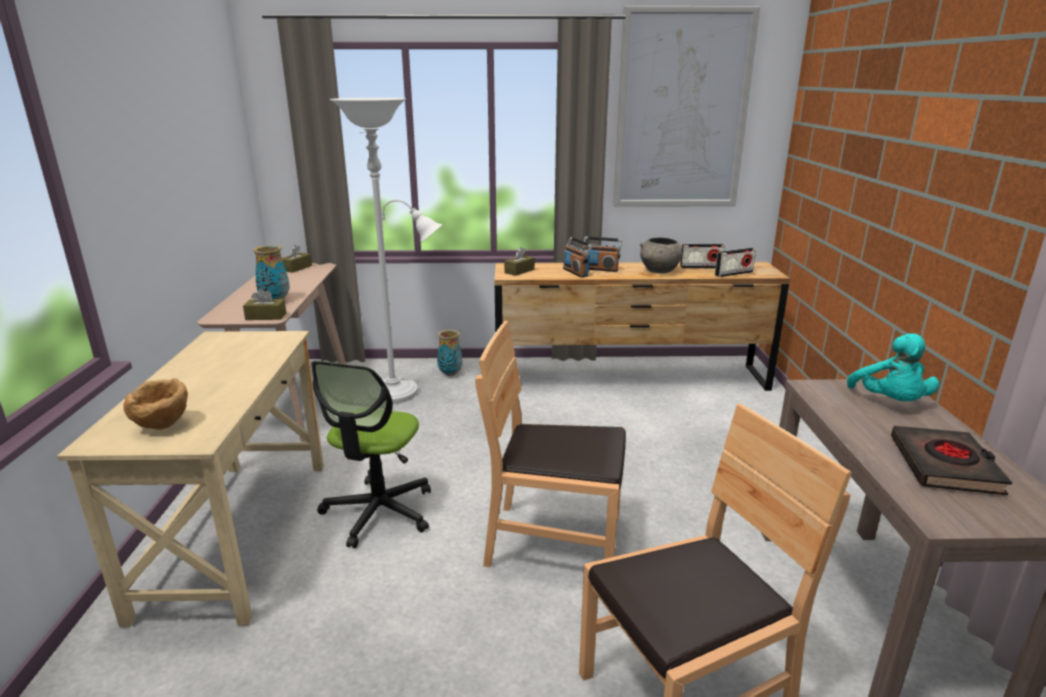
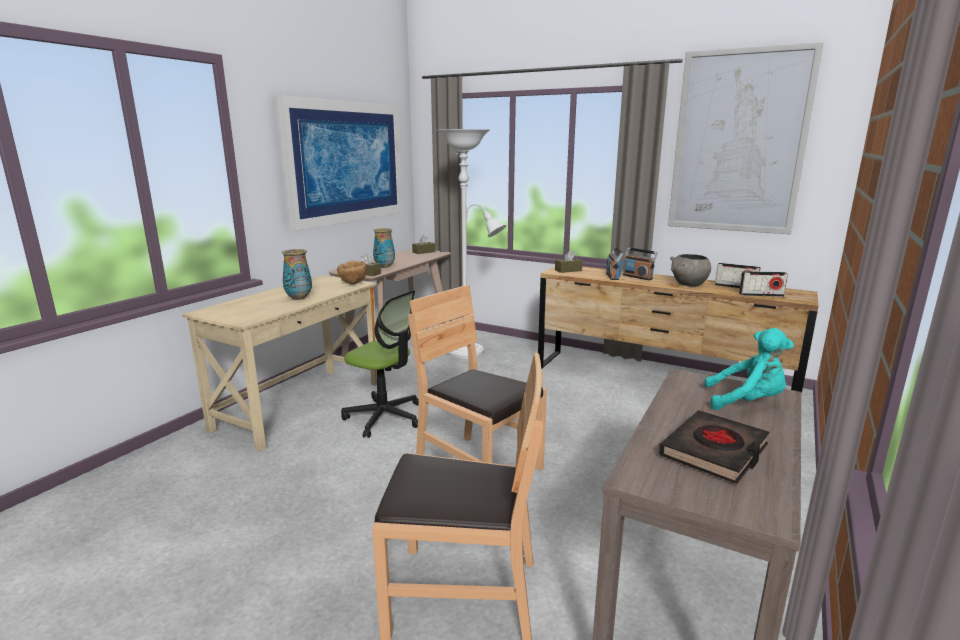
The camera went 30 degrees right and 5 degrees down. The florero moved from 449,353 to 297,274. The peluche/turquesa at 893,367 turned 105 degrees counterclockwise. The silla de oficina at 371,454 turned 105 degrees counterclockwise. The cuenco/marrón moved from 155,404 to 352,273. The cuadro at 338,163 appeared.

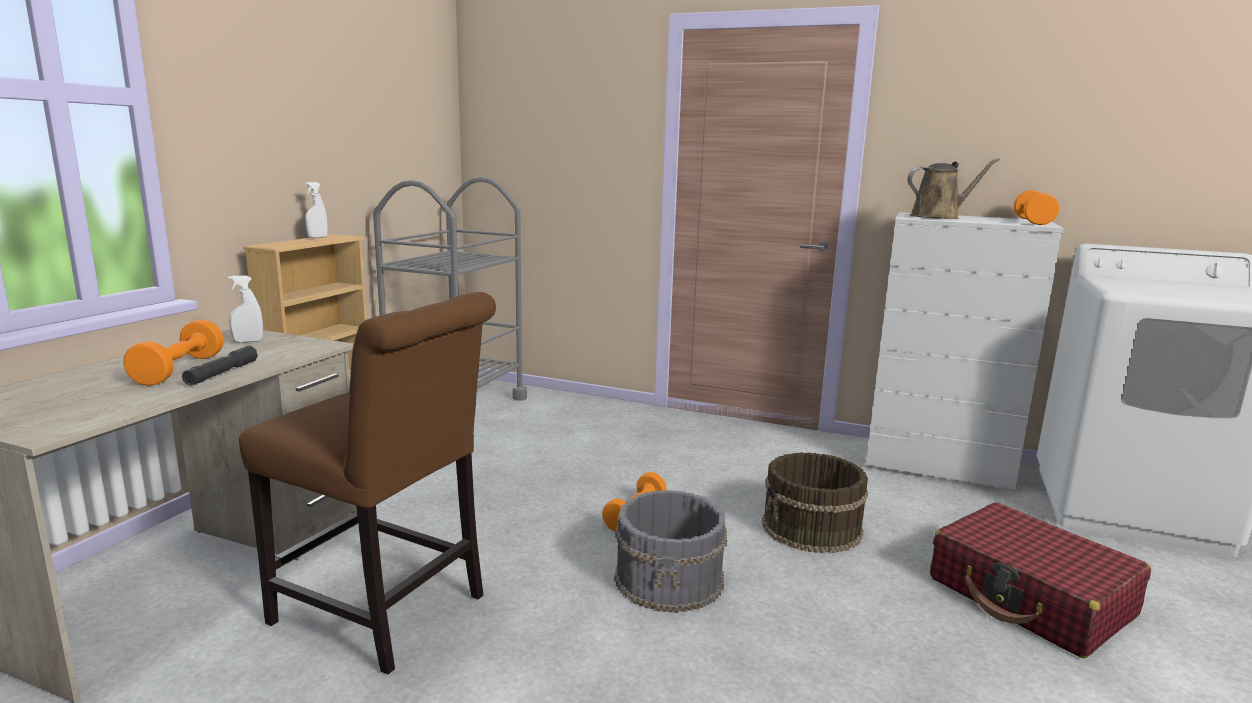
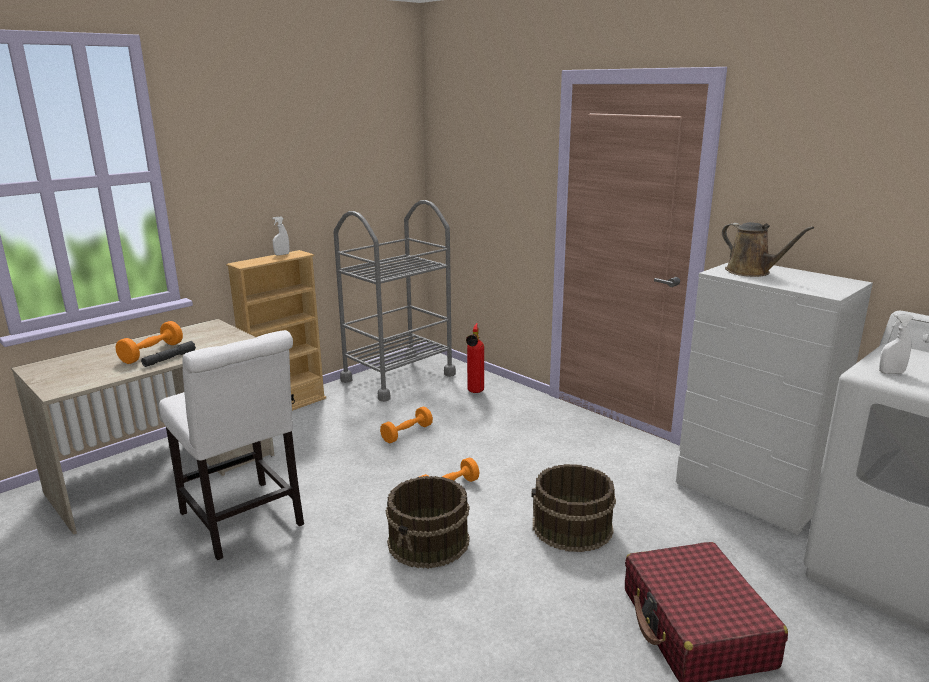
The camera went 25 degrees right and 5 degrees up. The regadera/marrón at 953,188 turned 45 degrees clockwise. The mancuerna/naranja moved from 1037,207 to 406,425. The pulverizador/blanco moved from 245,309 to 896,344. The silla/marrón at 367,483 became the silla/blanco at 231,445. The cubo/gris at 670,551 became the cubo/marrón at 428,522. The extintor at 475,358 appeared.

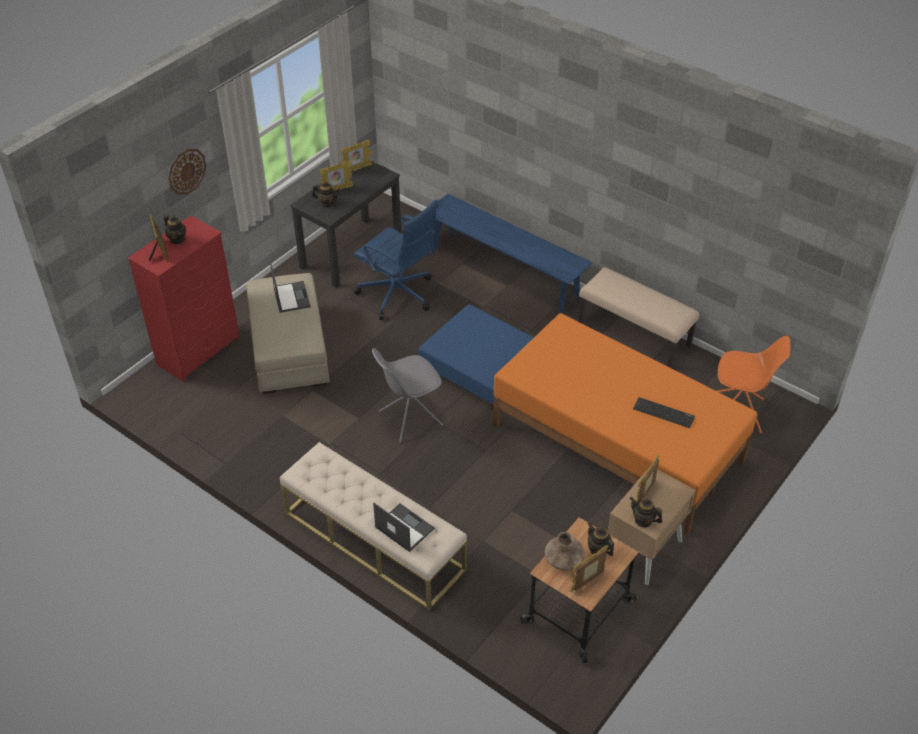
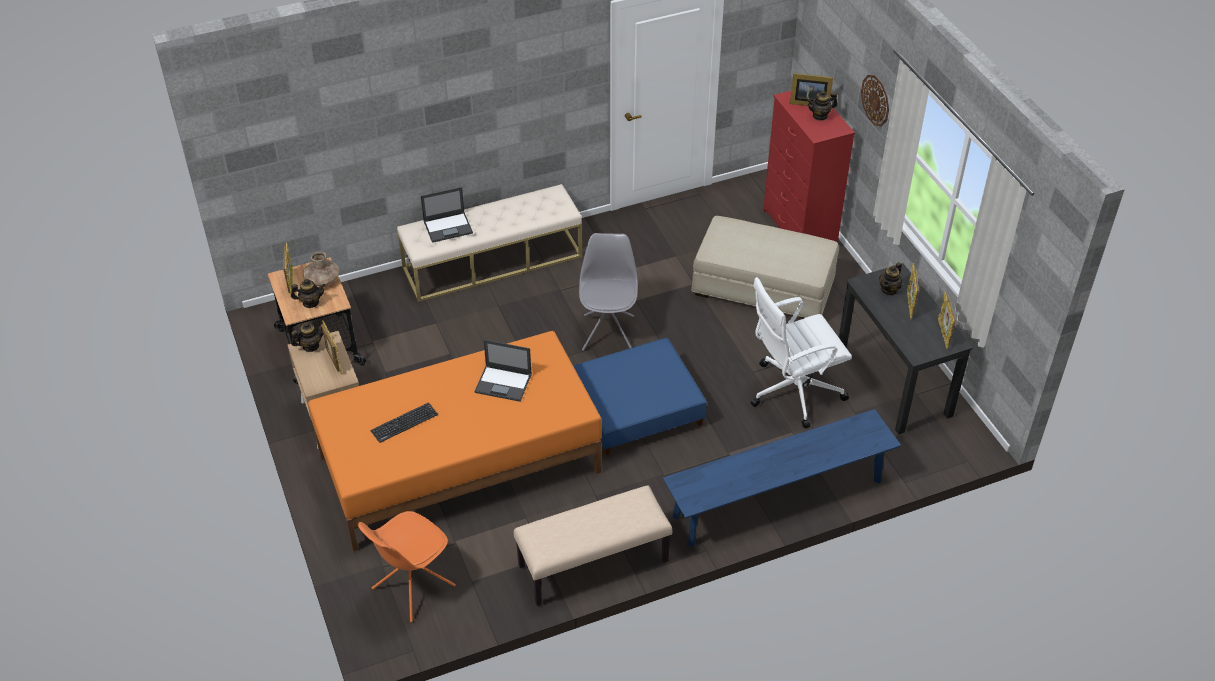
The camera went 120 degrees right and 0 degrees up. The silla de oficina/azul at 396,259 became the silla de oficina/blanco at 801,353. The portátil moved from 290,288 to 503,371.

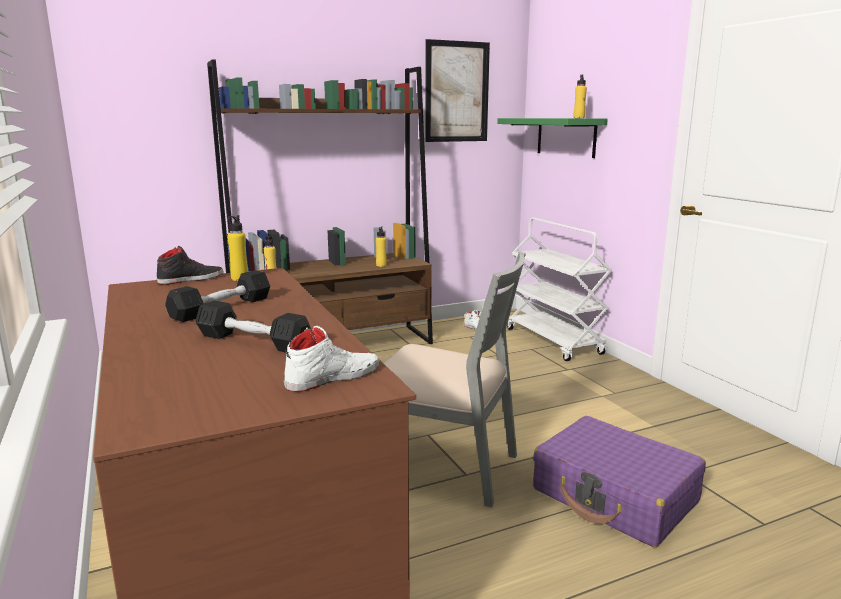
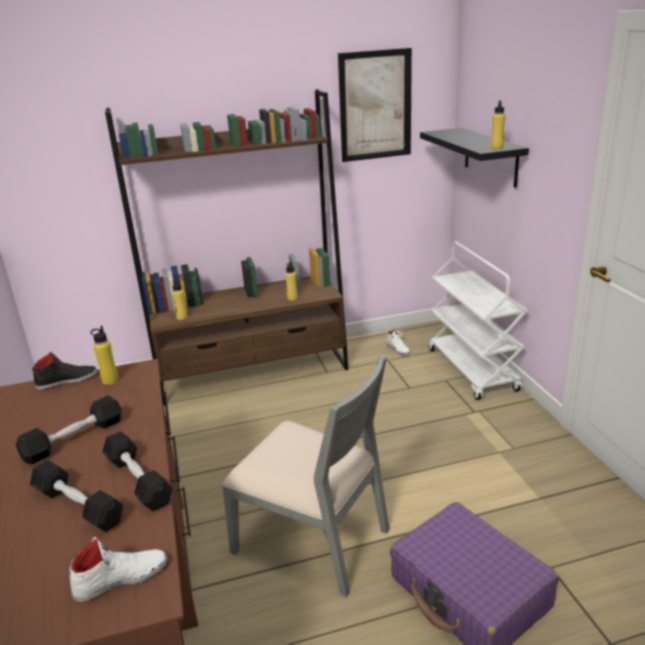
The camera went 10 degrees right and 10 degrees up. The estante/verde at 552,138 became the estante/negro at 474,158. The mancuerna/negro at 137,471 appeared.

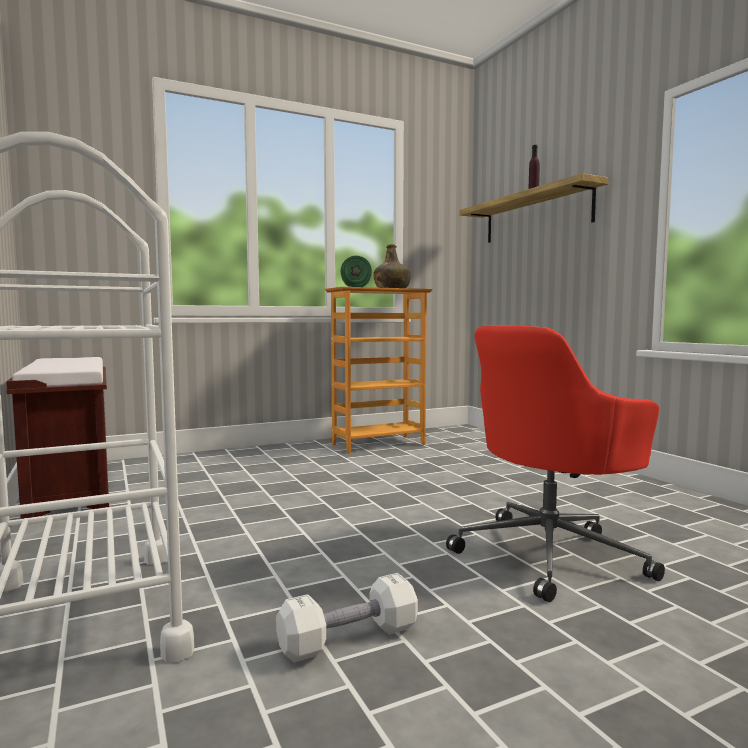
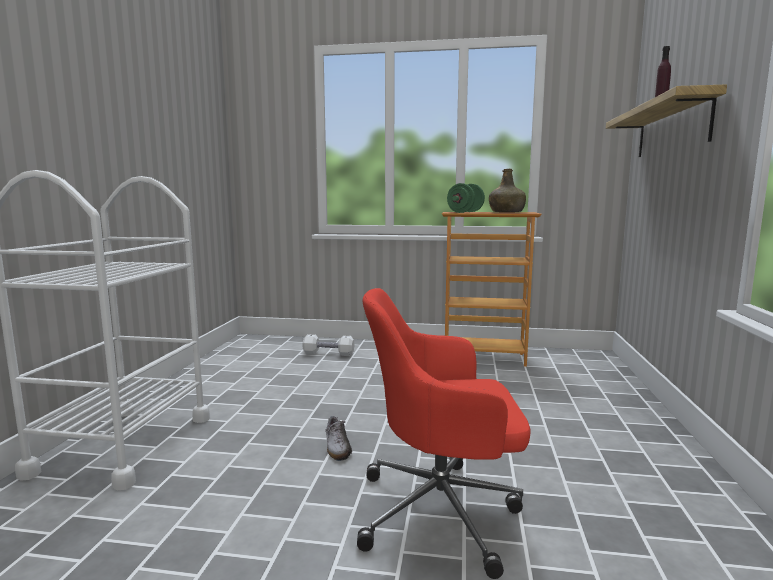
The camera went 35 degrees right and 5 degrees up. The banco/marrón at 57,438 disappeared. The mancuerna/blanco moved from 347,618 to 328,345. The zapato at 336,438 appeared.

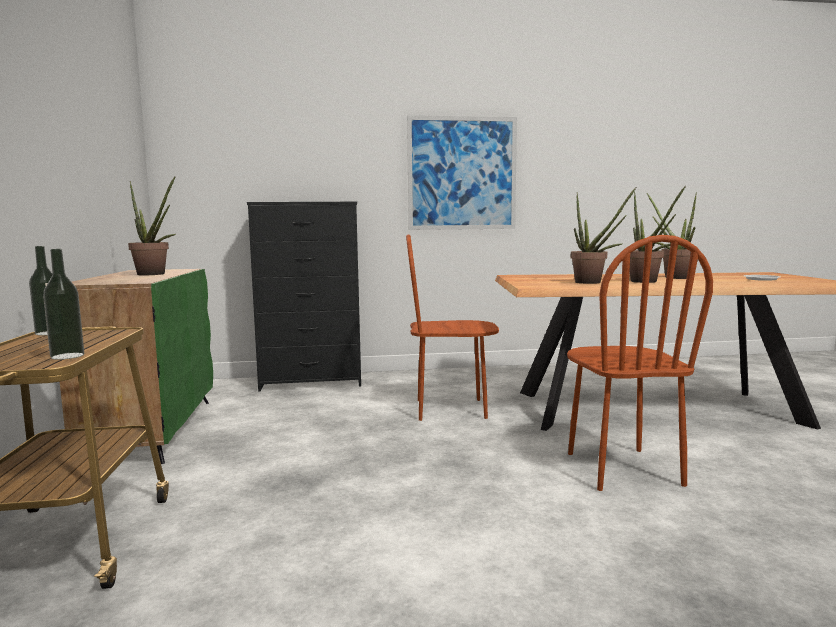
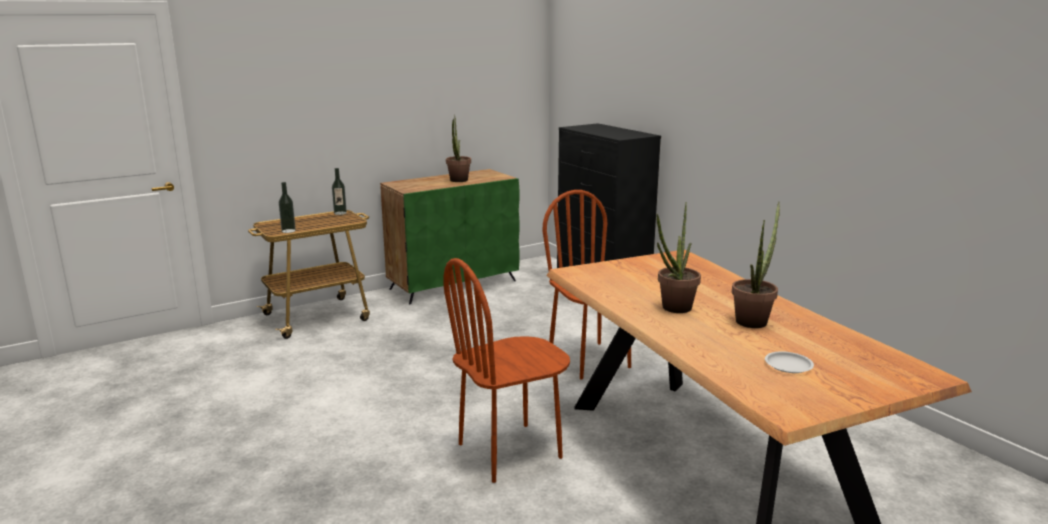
The camera went 65 degrees right and 10 degrees up. The cuadro at 462,172 disappeared. The planta en maceta at 603,235 disappeared.

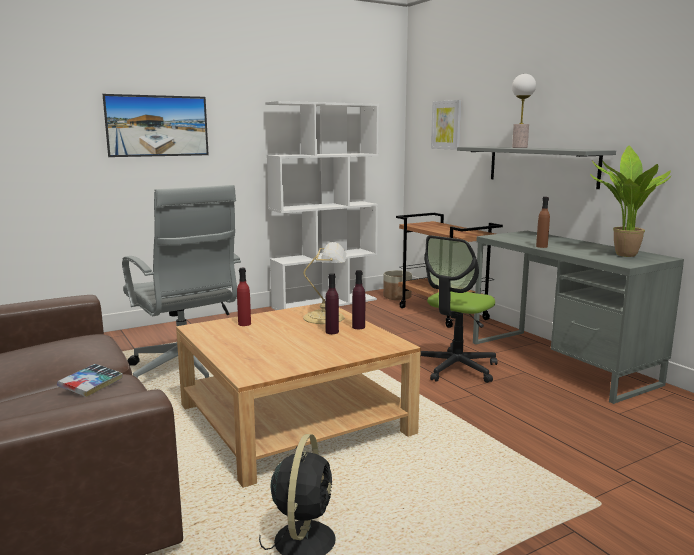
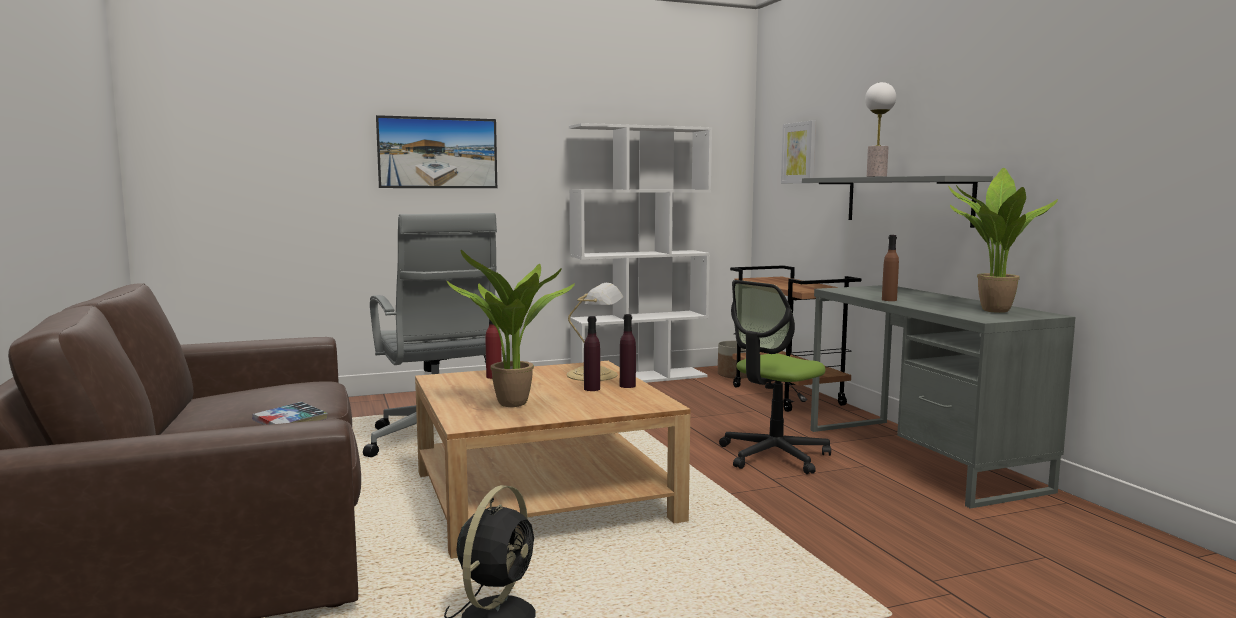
The camera went 10 degrees right and 5 degrees down. The planta en maceta at 511,328 appeared.

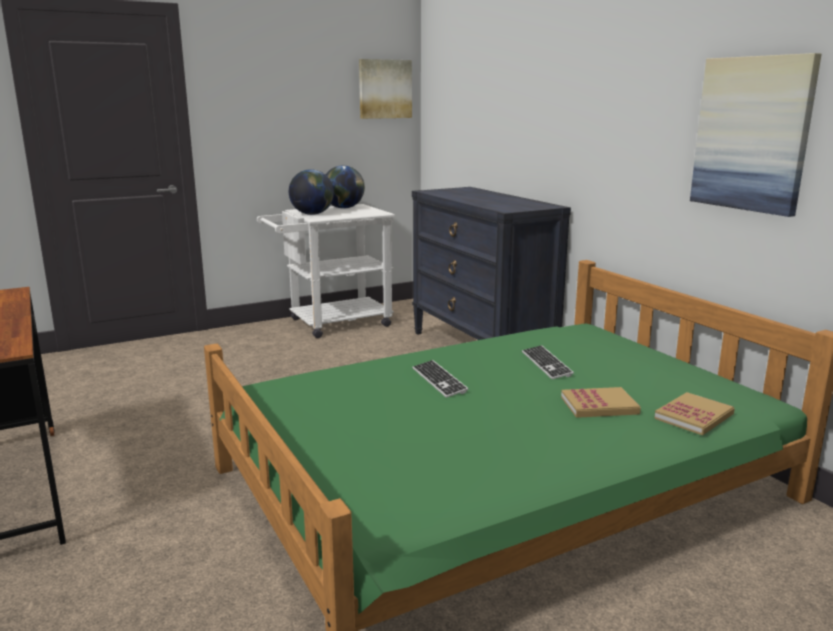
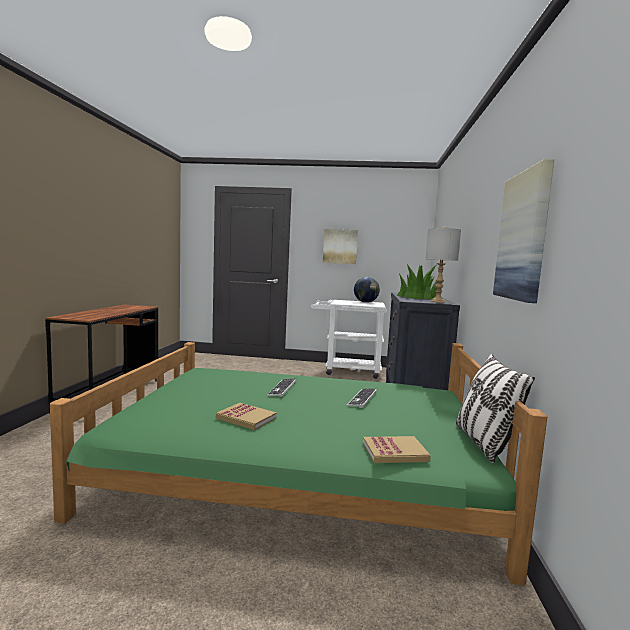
The camera went 35 degrees right and 10 degrees down. The cuadro moved from 385,89 to 340,246. The globo terráqueo at 311,192 disappeared. The libro moved from 601,402 to 246,416. The lámpara de mesa/gris at 443,265 appeared. The planta en maceta at 417,282 appeared. The cojín at 495,408 appeared.

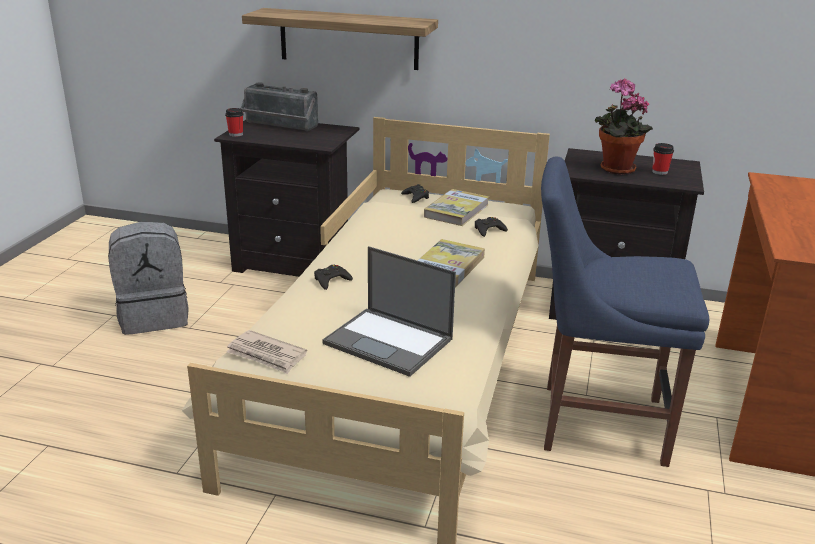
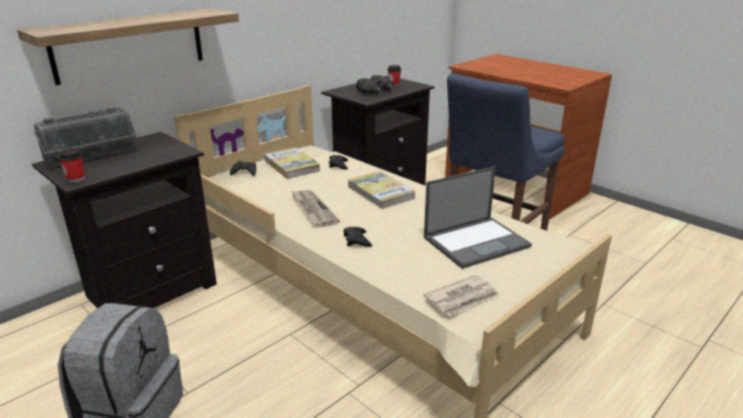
The camera went 60 degrees left and 0 degrees up. The planta en maceta at 624,126 was replaced by the prismáticos/negro at 375,84. The periódico at 315,208 appeared.

